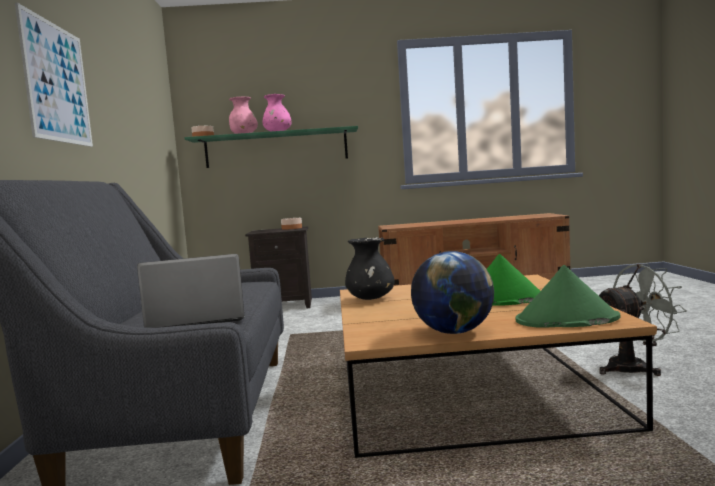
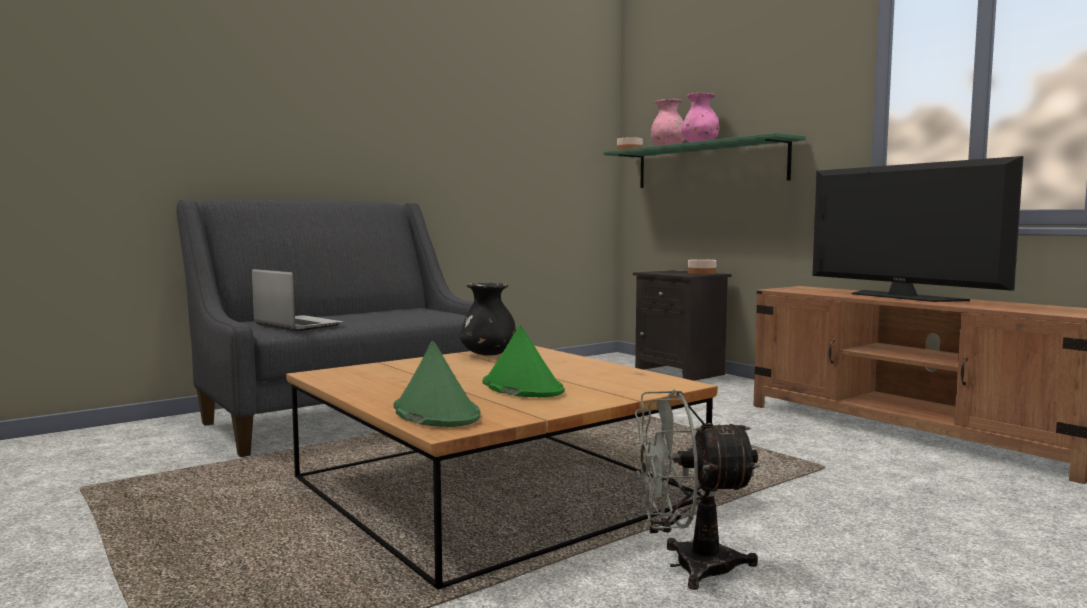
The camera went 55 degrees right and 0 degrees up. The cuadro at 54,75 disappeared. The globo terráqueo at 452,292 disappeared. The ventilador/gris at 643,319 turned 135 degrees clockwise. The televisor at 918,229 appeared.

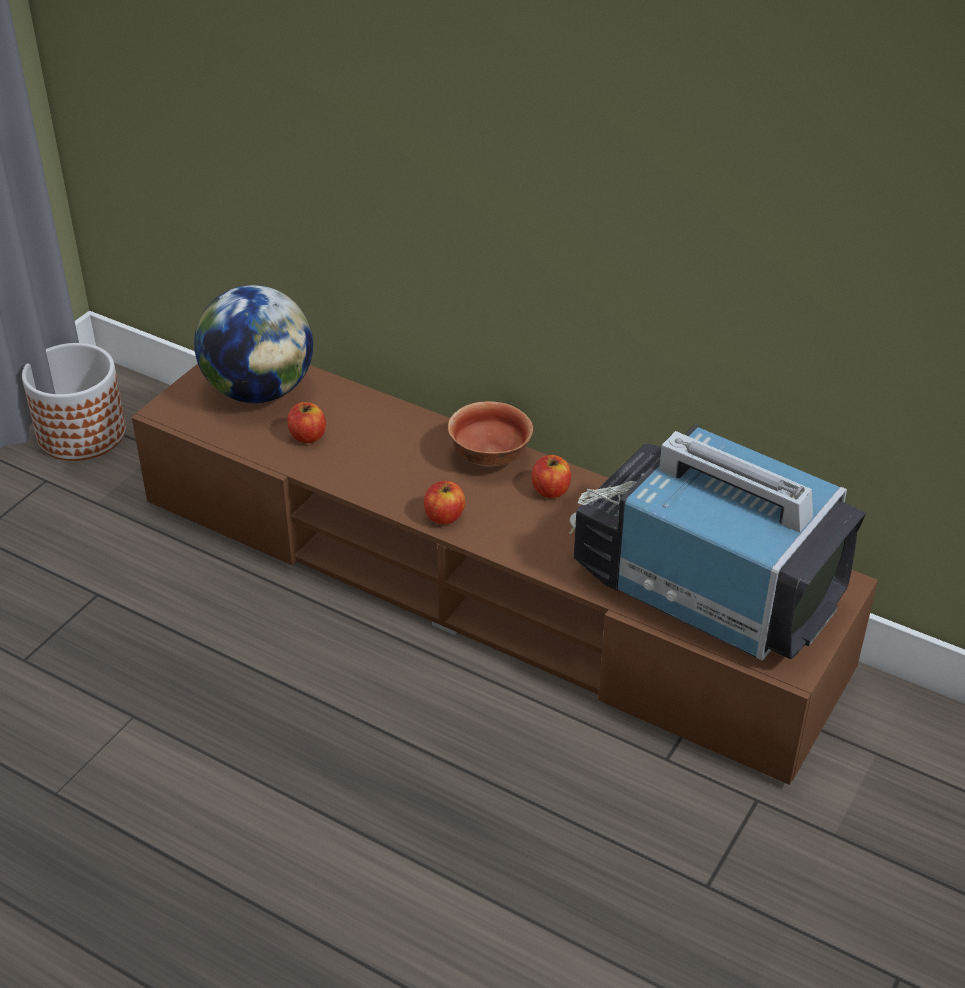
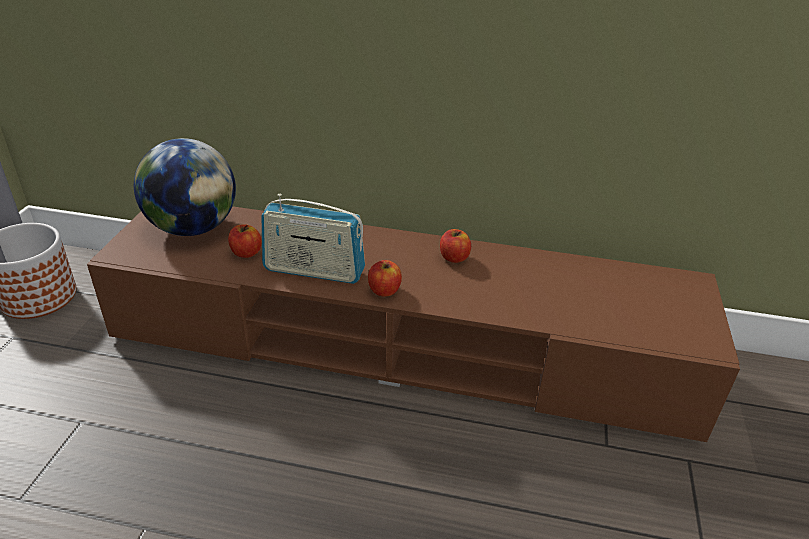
The camera went 20 degrees left and 5 degrees down. The cuenco at 490,434 disappeared. The televisor at 718,542 disappeared. The radio at 313,239 appeared.

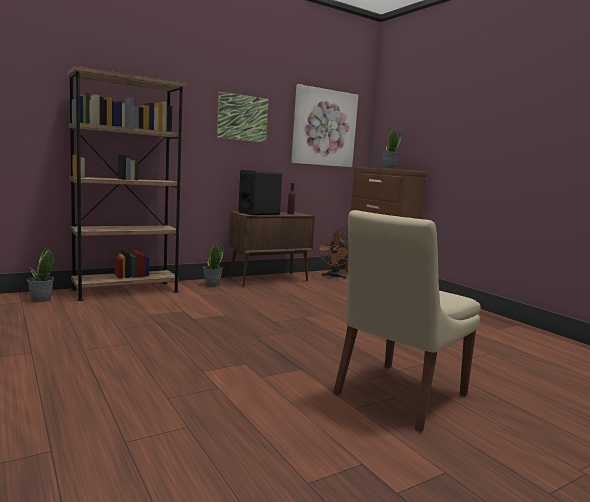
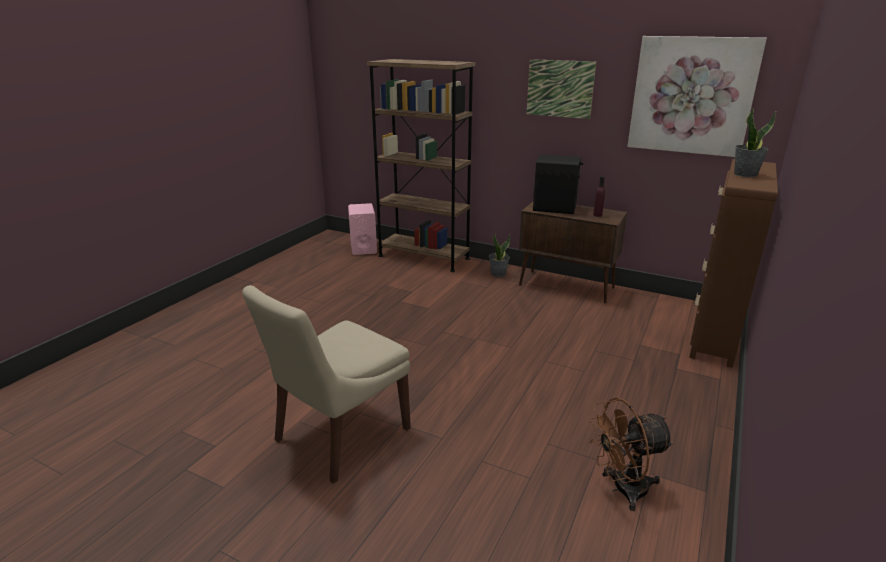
The camera went 60 degrees right and 15 degrees up. The silla/beis at 406,321 turned 60 degrees counterclockwise. The ventilador/marrón moved from 332,254 to 631,454. The planta en maceta at 40,275 was replaced by the altavoz/rosa at 362,229.

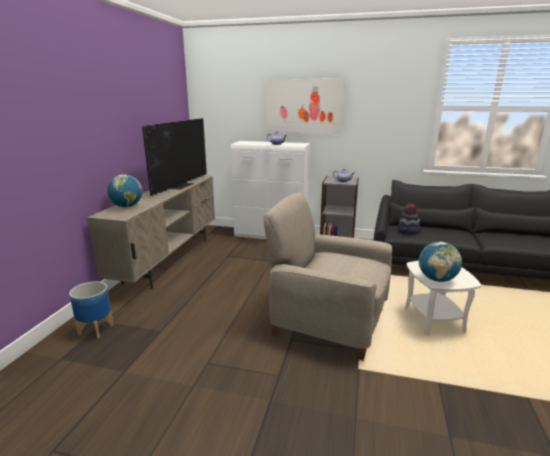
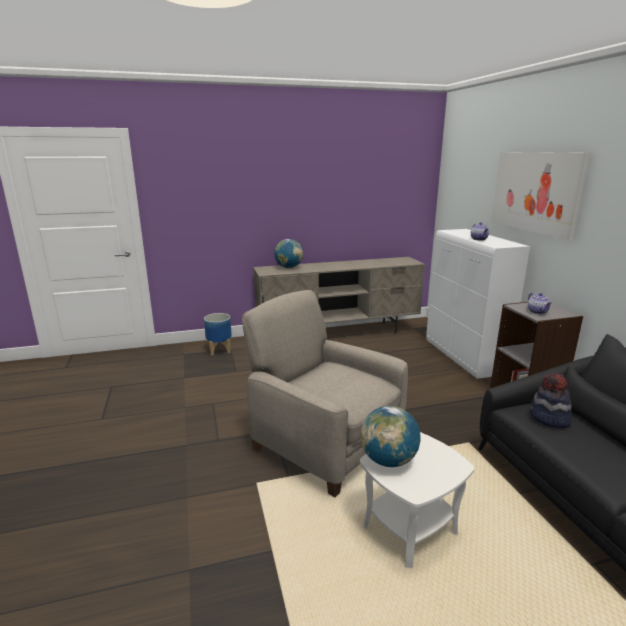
The camera went 60 degrees right and 0 degrees up. The televisor at 174,157 disappeared. The sillón/beis at 327,276 turned 45 degrees counterclockwise.

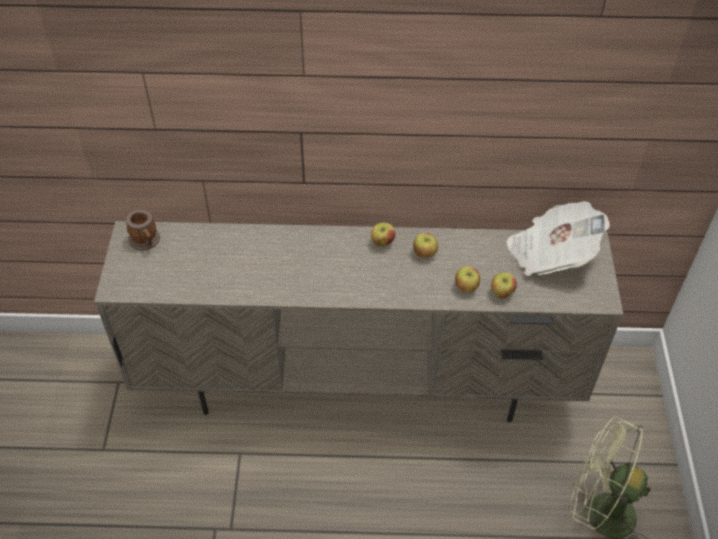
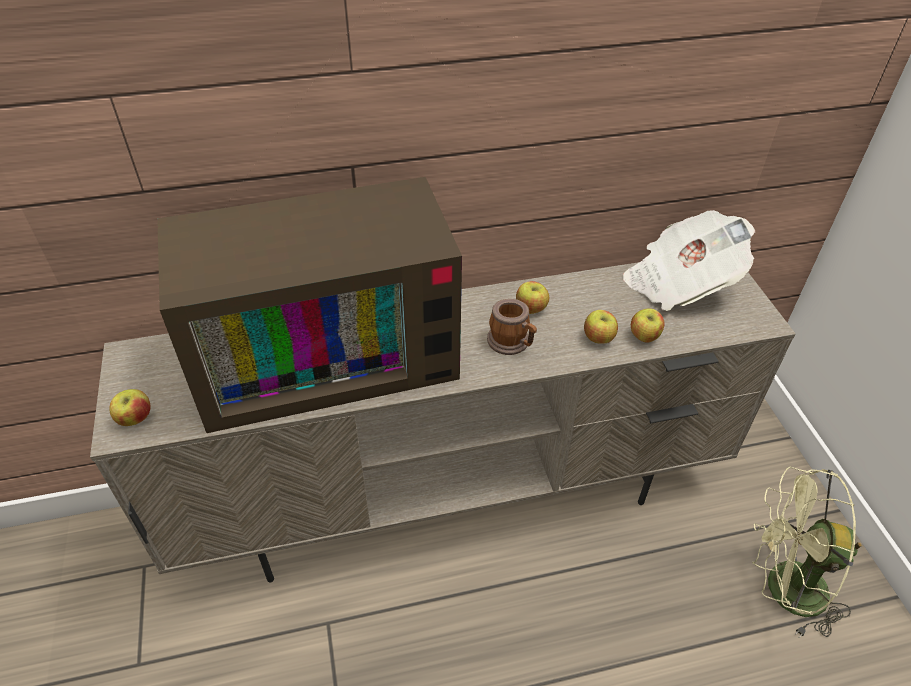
The camera went 15 degrees left and 5 degrees down. The taza grande moved from 143,229 to 512,327. The manzana moved from 383,234 to 130,407. The televisor at 309,305 appeared.

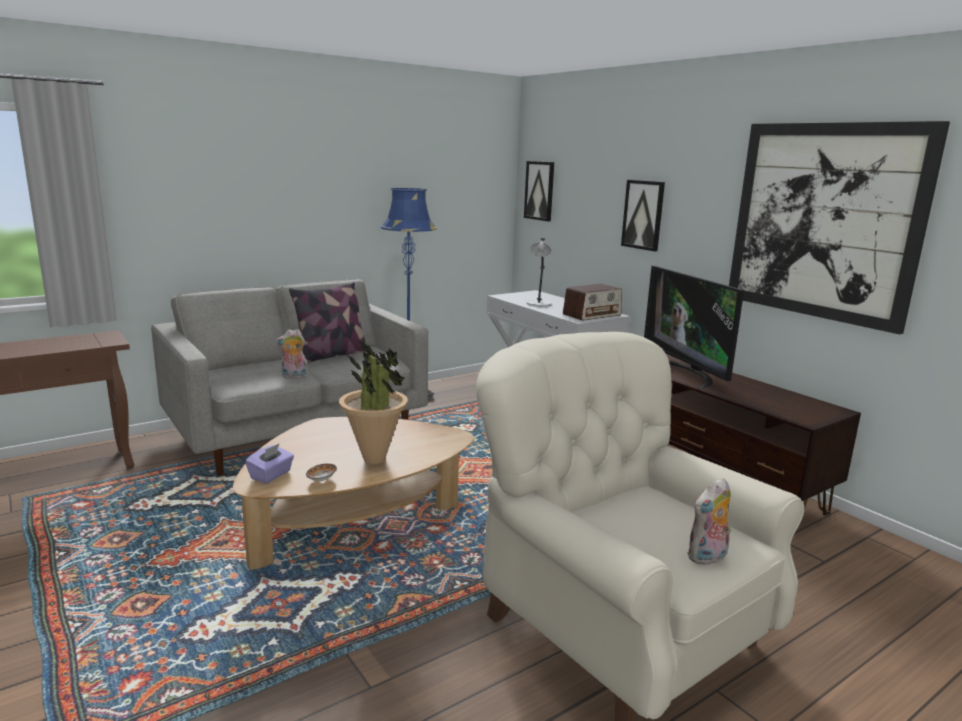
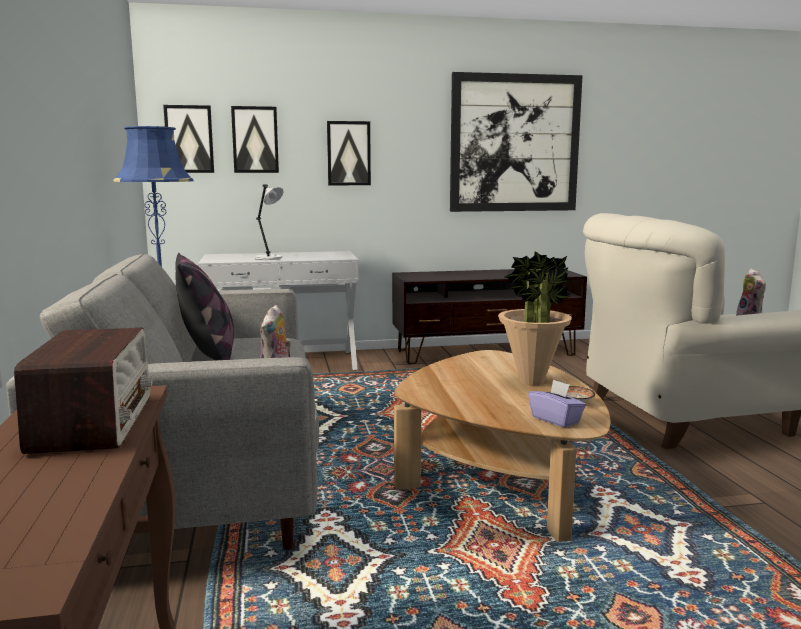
The camera went 65 degrees left and 5 degrees down. The televisor at 694,327 disappeared. The radio moved from 592,302 to 83,391. The cuadro at 255,139 appeared.

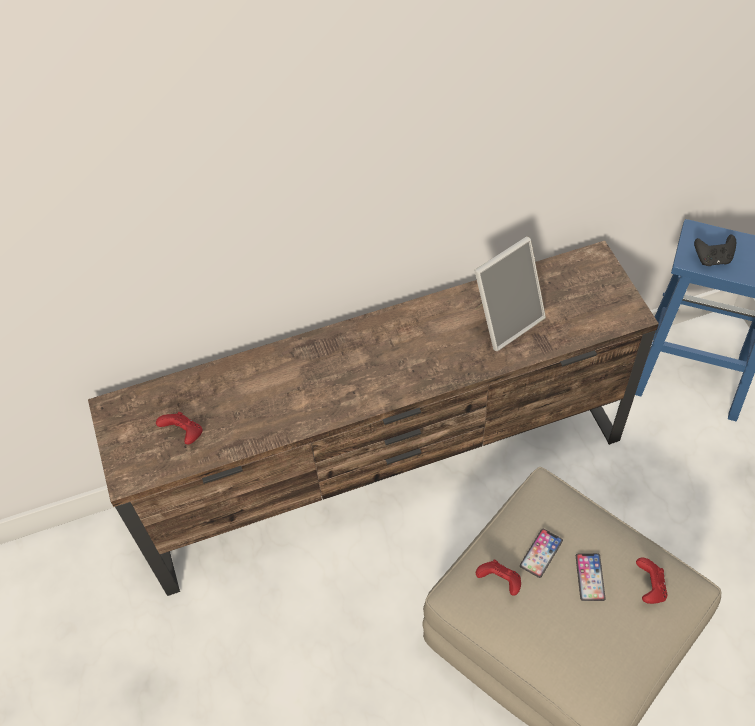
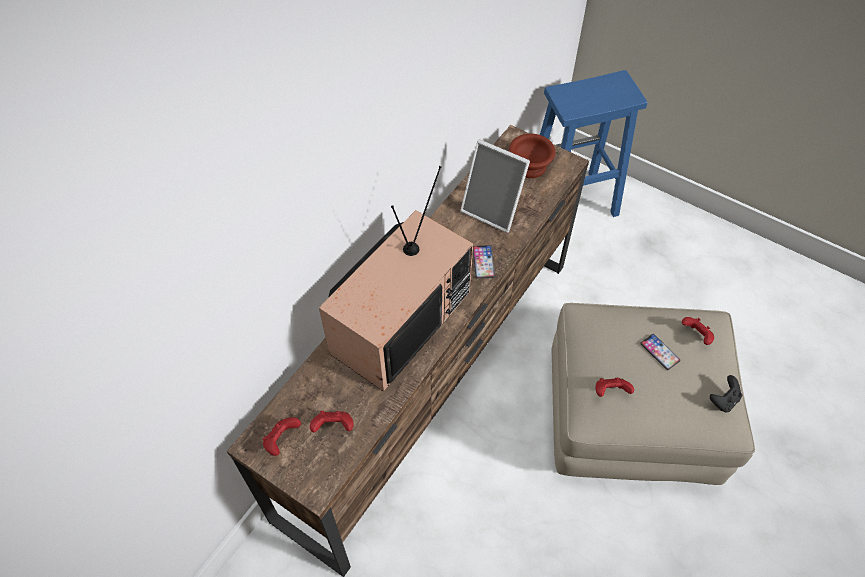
The camera went 40 degrees left and 0 degrees up. The mando de consola/negro moved from 715,250 to 726,393. The portarretratos at 510,293 turned 105 degrees clockwise. The móvil moved from 541,553 to 484,262. The cuenco/marrón at 532,156 appeared. The televisor at 396,278 appeared. The mando de consola/rojo at 282,436 appeared.

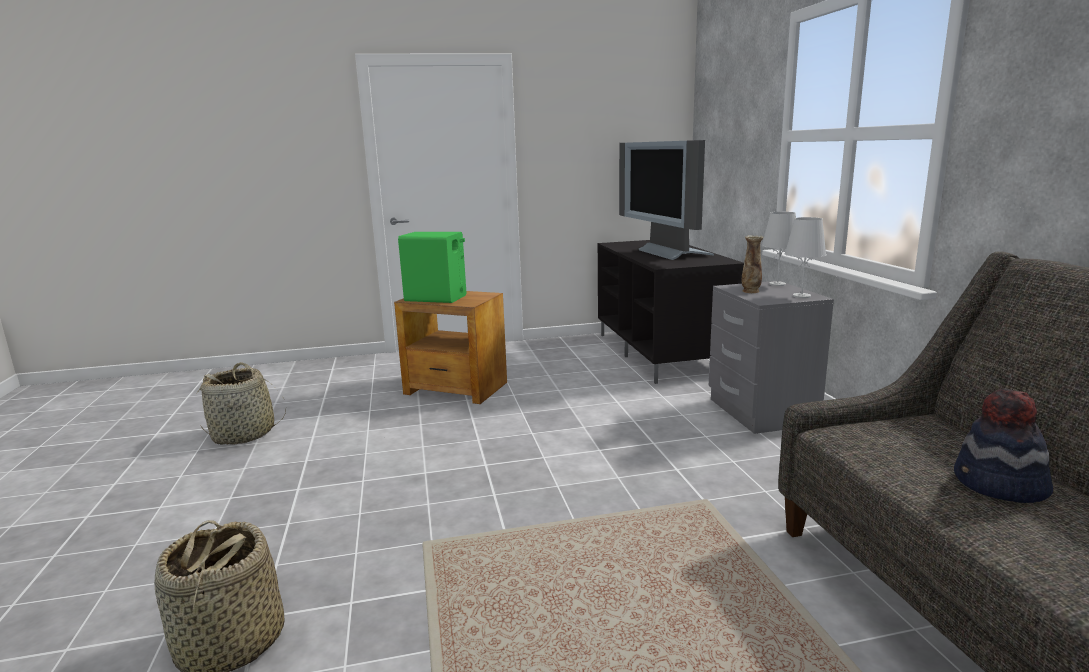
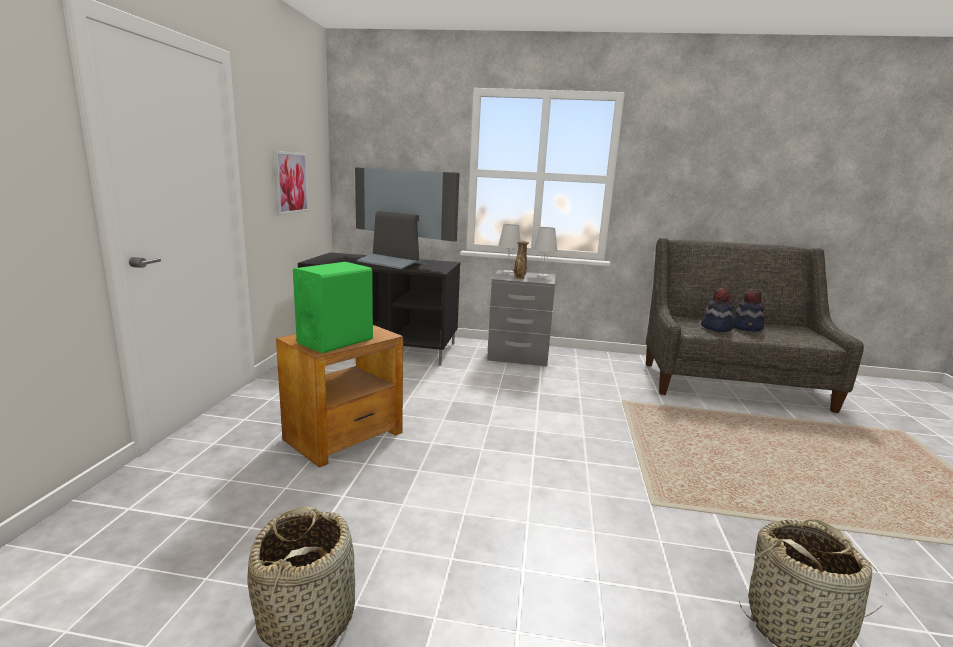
The camera went 70 degrees left and 0 degrees up. The televisor at 666,200 turned 150 degrees counterclockwise. The cuadro at 291,182 appeared. The sombrero at 717,310 appeared.

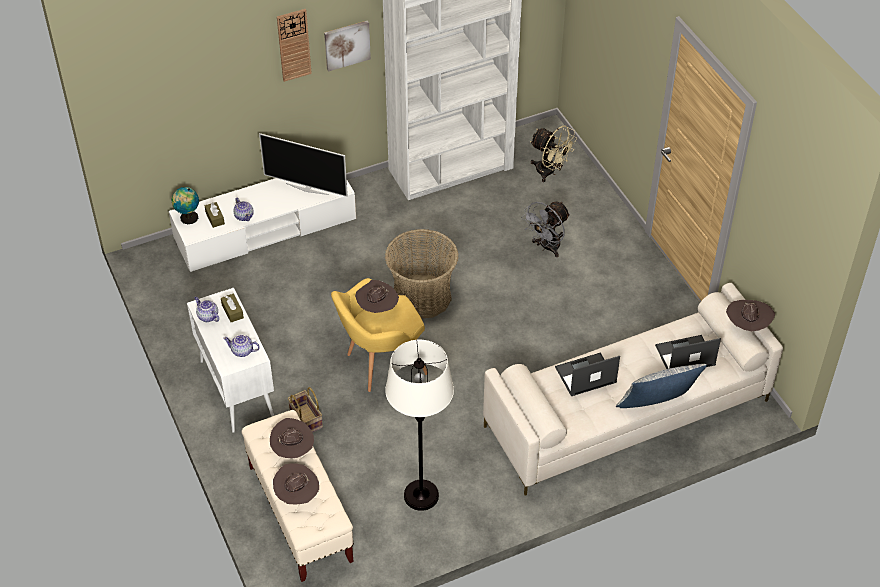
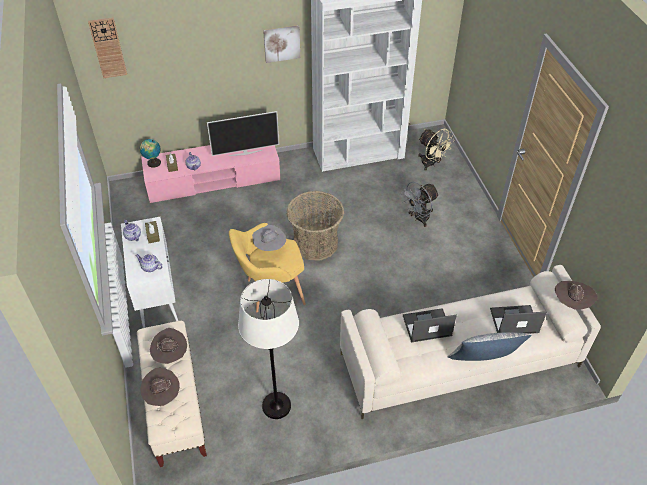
The camera went 10 degrees right and 0 degrees up. The reloj de pared moved from 294,45 to 107,47. The televisor at 303,165 turned 45 degrees counterclockwise. The mueble de televisión/blanco at 262,225 became the mueble de televisión/rosa at 211,174. The sombrero/marrón at 377,296 became the sombrero/gris at 269,238. The cesta at 305,410 disappeared.

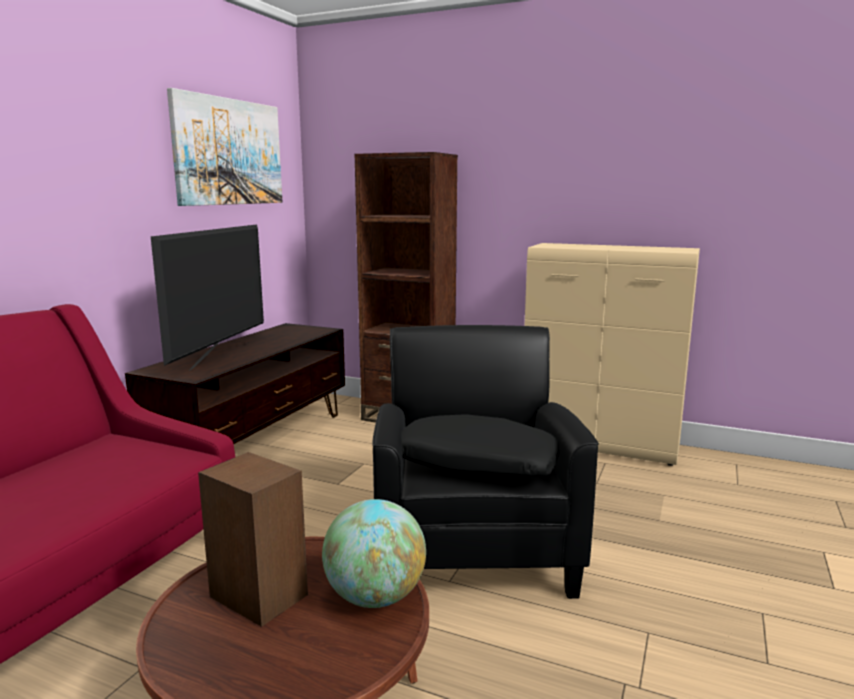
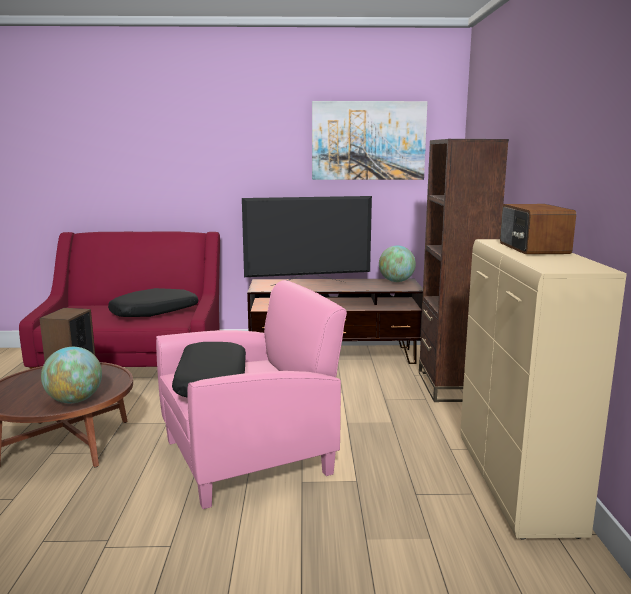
The camera went 65 degrees right and 0 degrees up. The sillón/negro at 485,462 became the sillón/rosa at 251,394. The radio at 538,229 appeared. The globo terráqueo at 397,264 appeared. The cojín/negro at 153,302 appeared.

